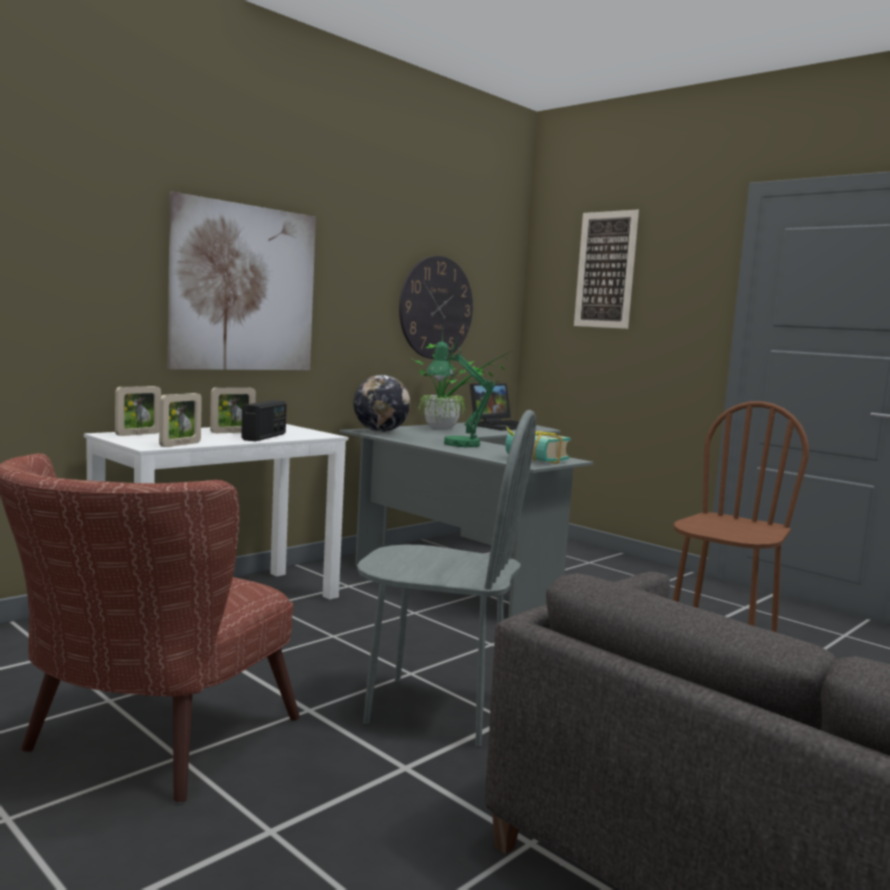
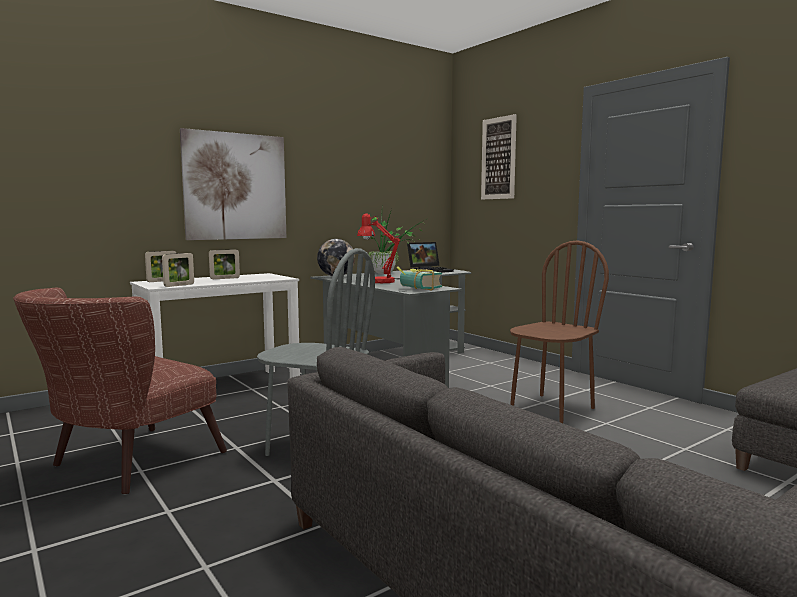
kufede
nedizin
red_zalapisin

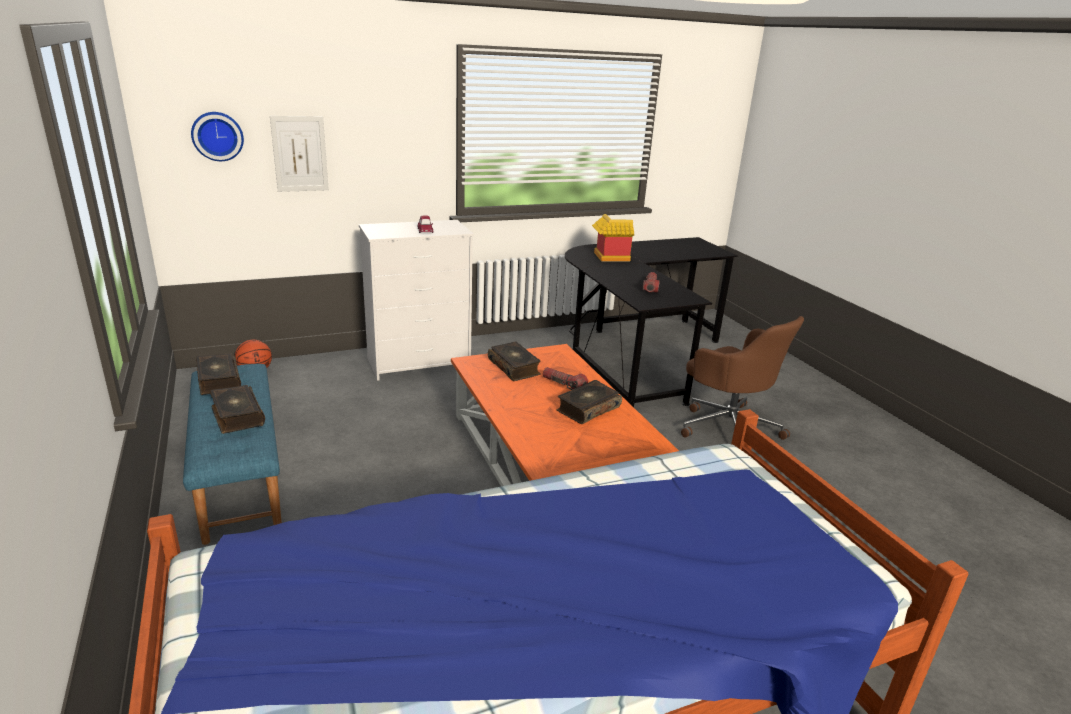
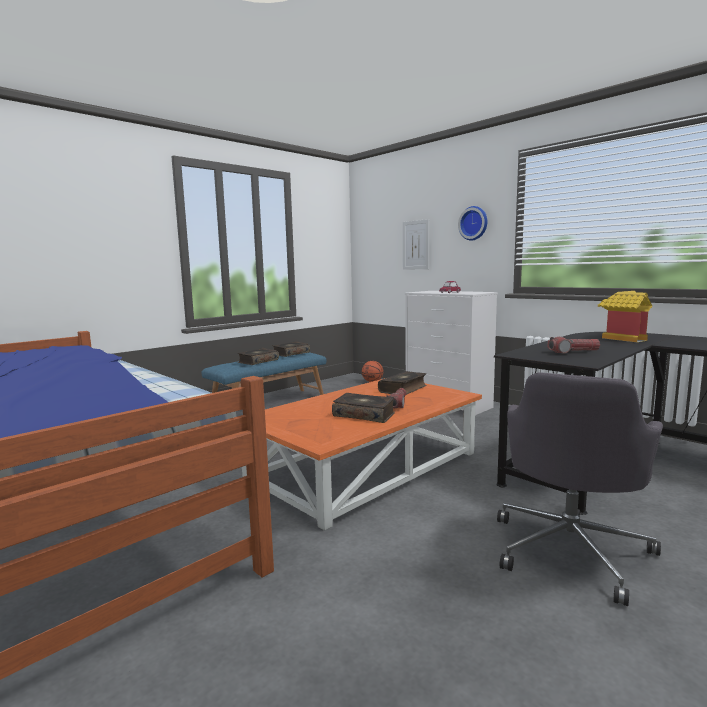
nedizin
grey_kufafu

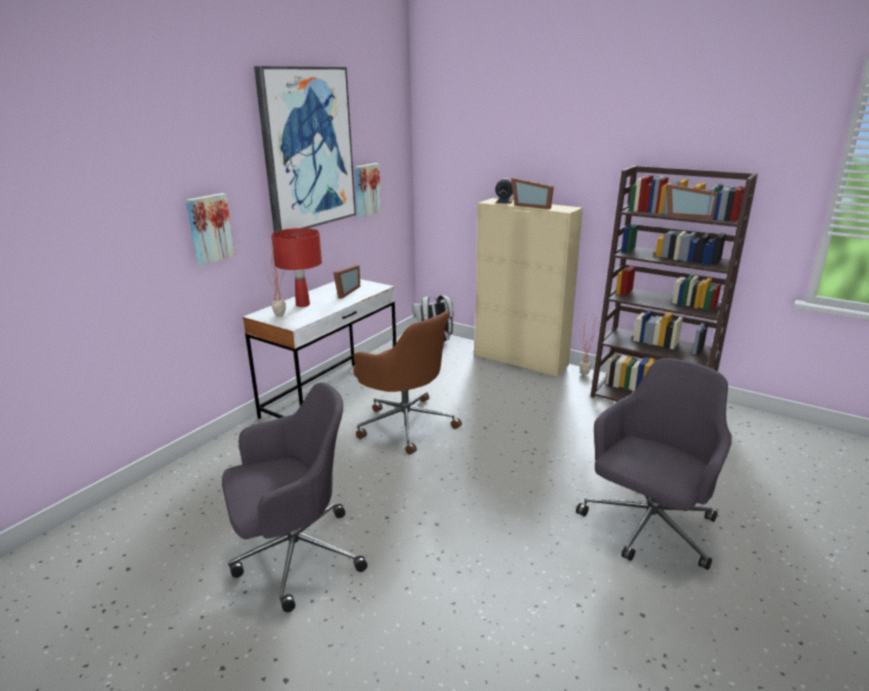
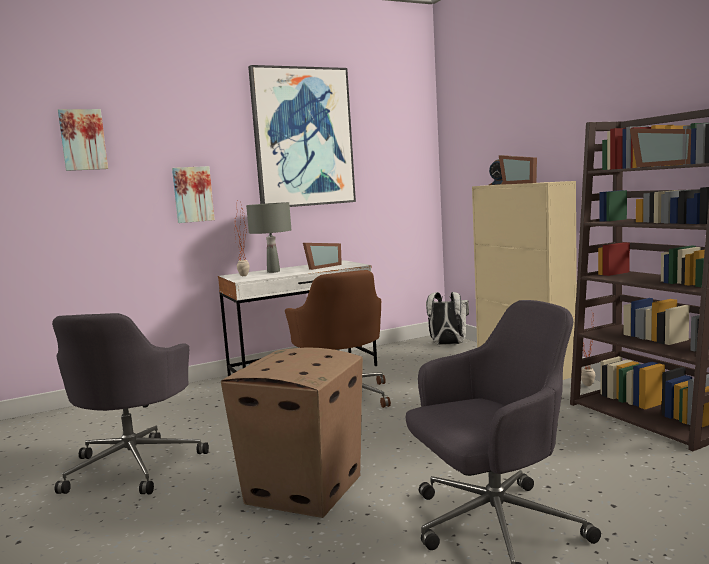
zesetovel
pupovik (1st from left)
grey_zalapisin
grey_kufafu (1st from left)

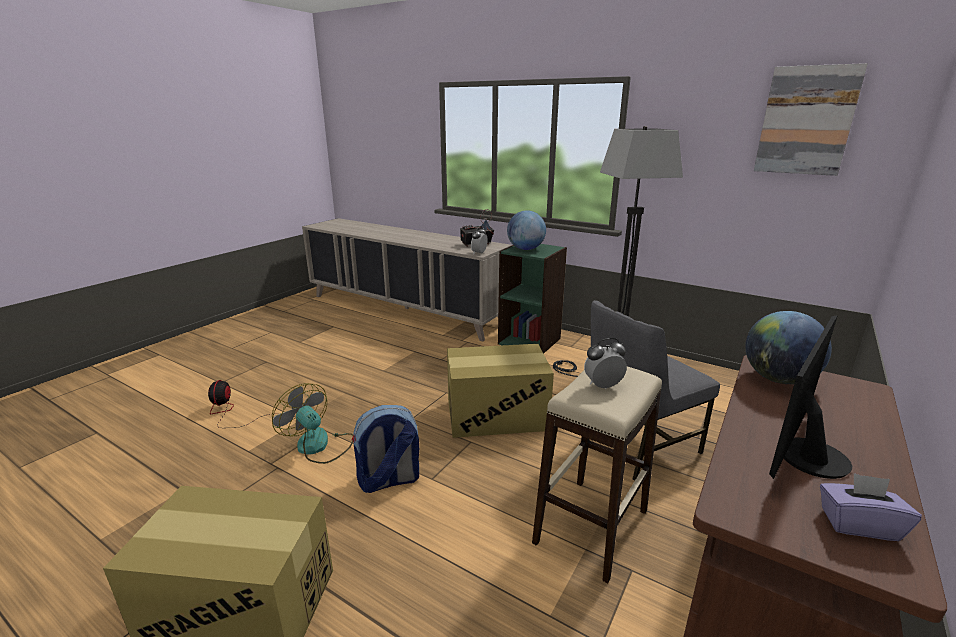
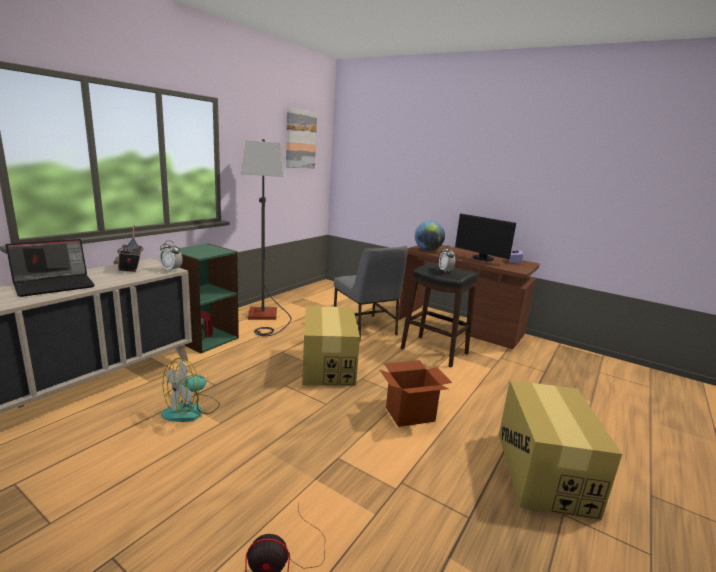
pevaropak (1st from left in the first image)
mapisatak
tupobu (1st from left)
zesetovel (2nd from left)
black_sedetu

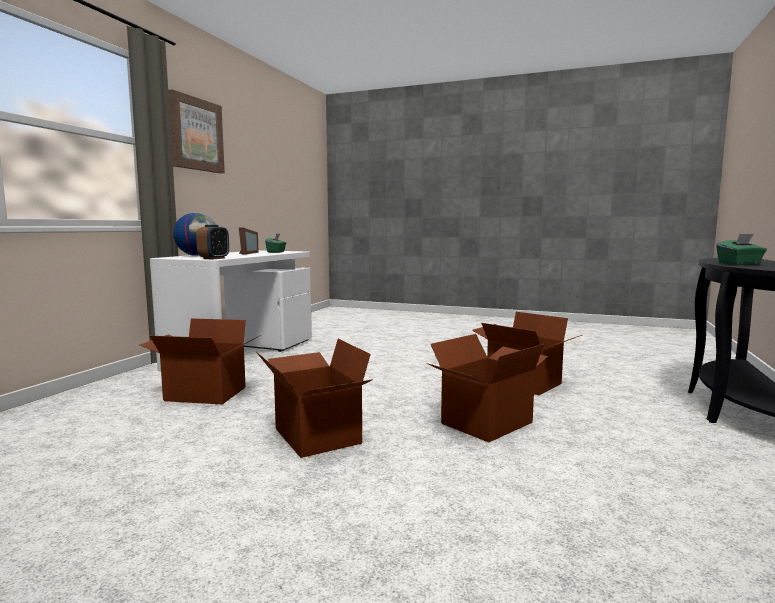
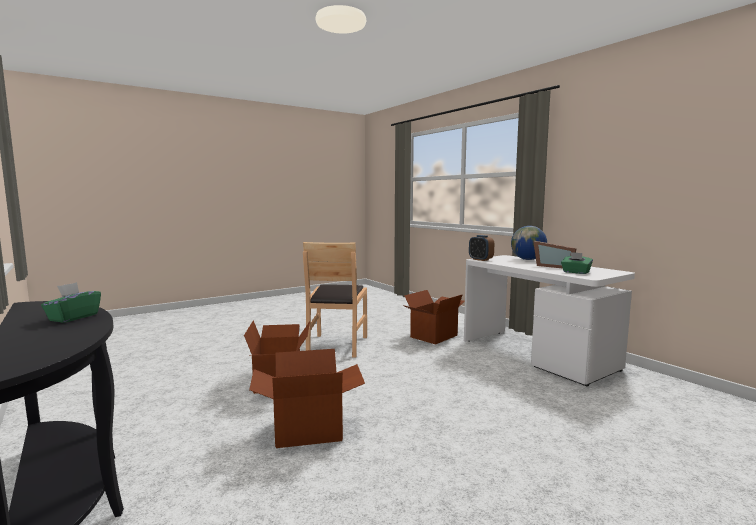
pupovik
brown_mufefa

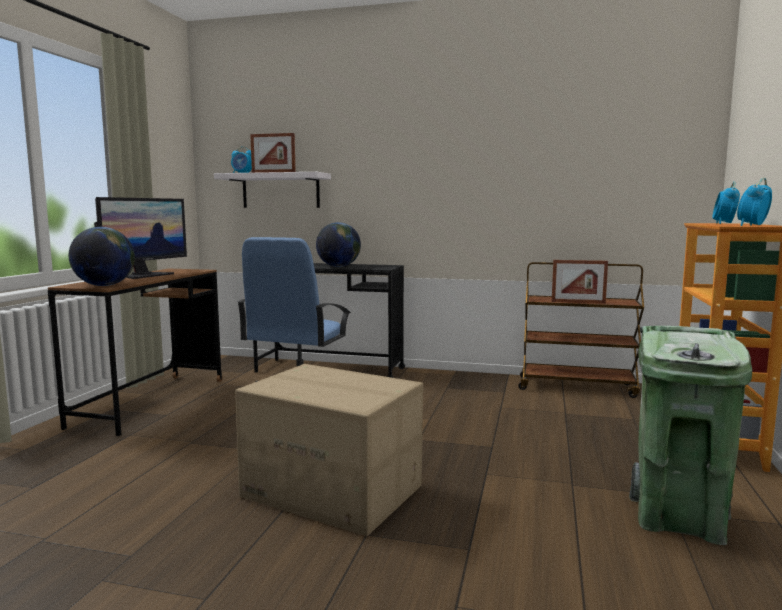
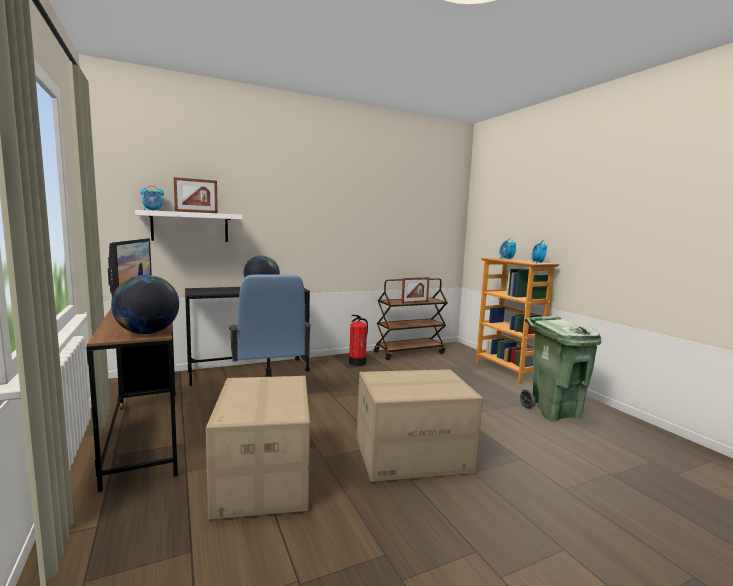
zesetovel (1st from left)
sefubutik

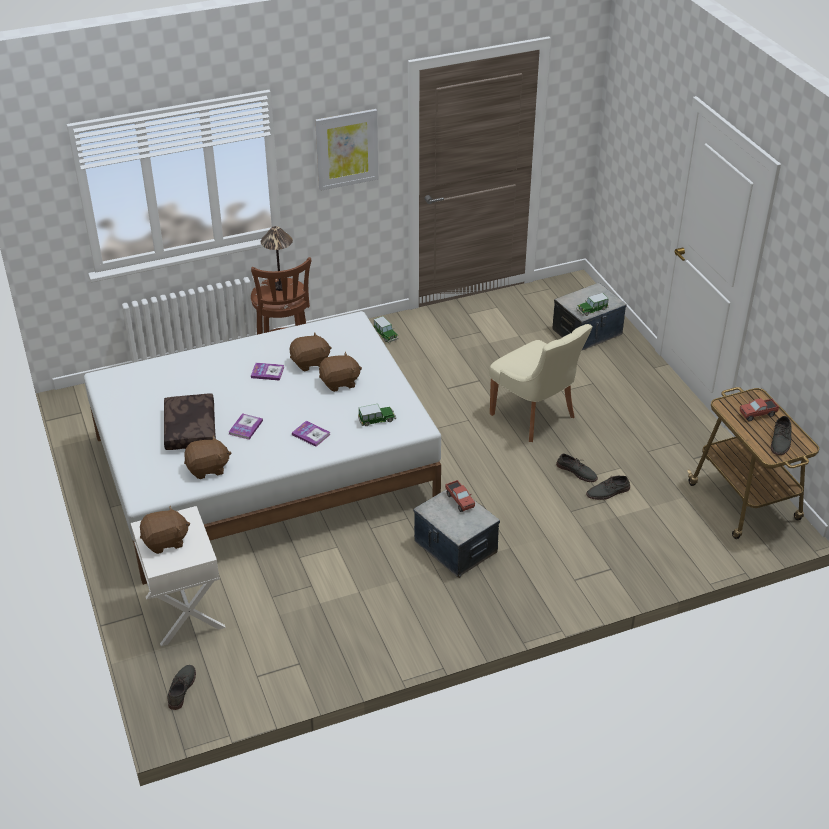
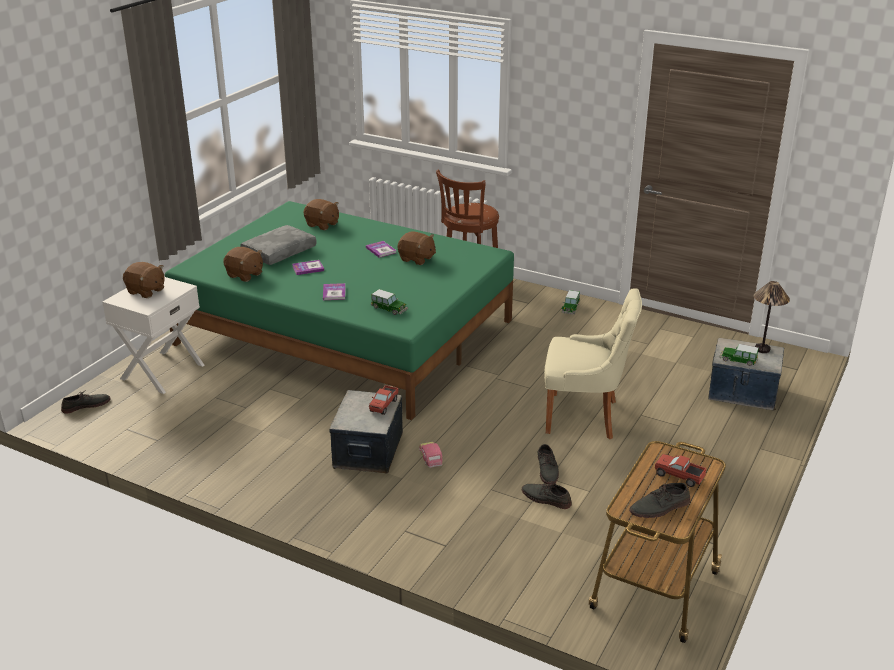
pupovik
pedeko (2nd from left)
zalapisin
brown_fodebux (3rd from left)
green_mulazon
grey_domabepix
beige_mufefa

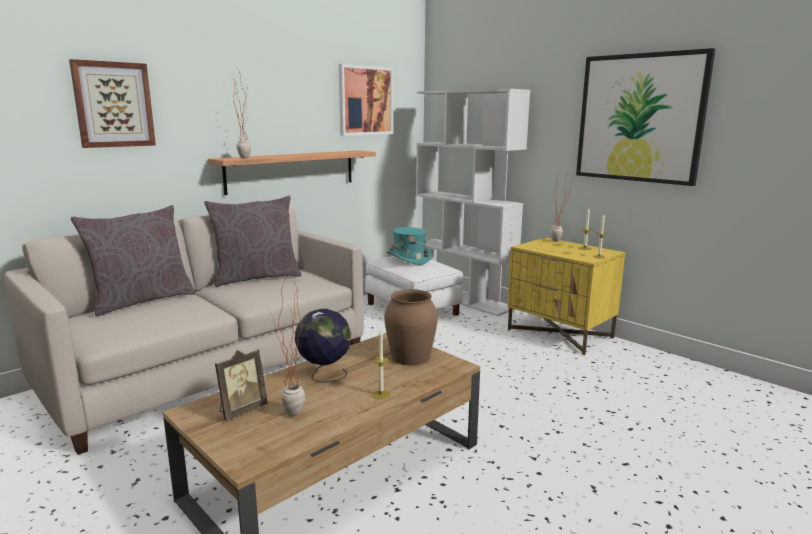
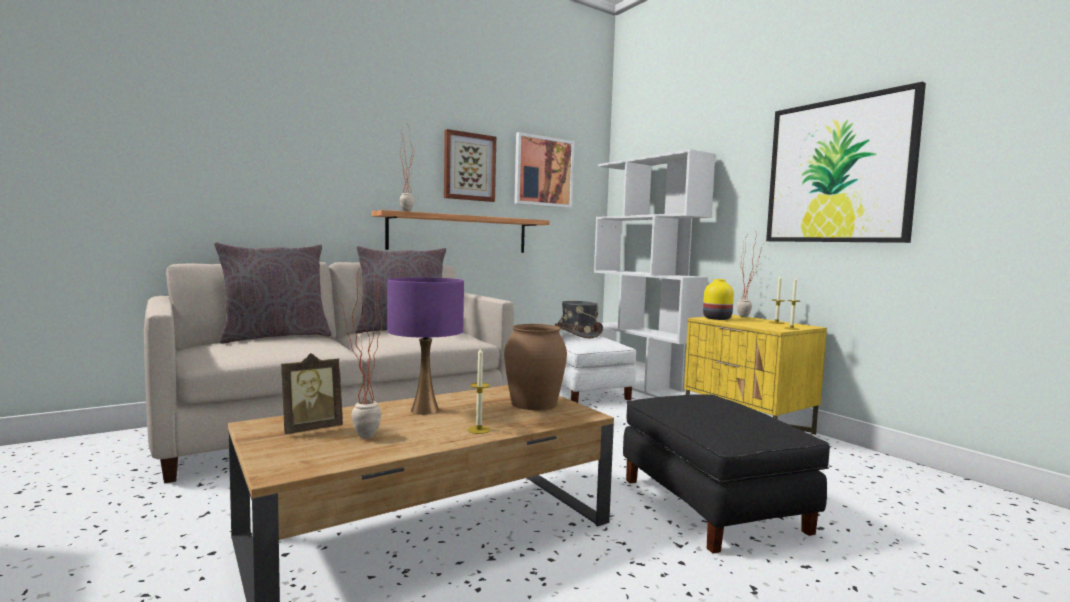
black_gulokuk
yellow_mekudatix
pupovik (1st from left)
purple_zalapisin
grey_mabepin

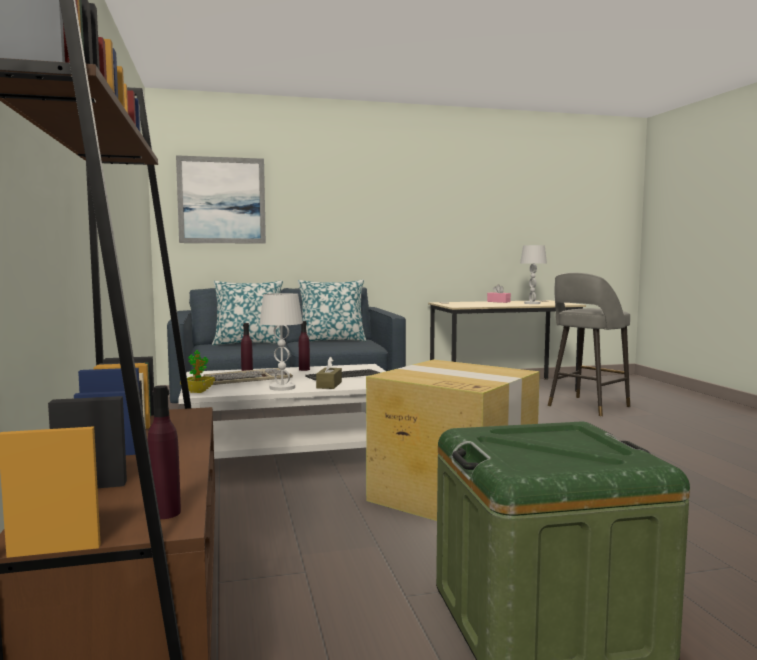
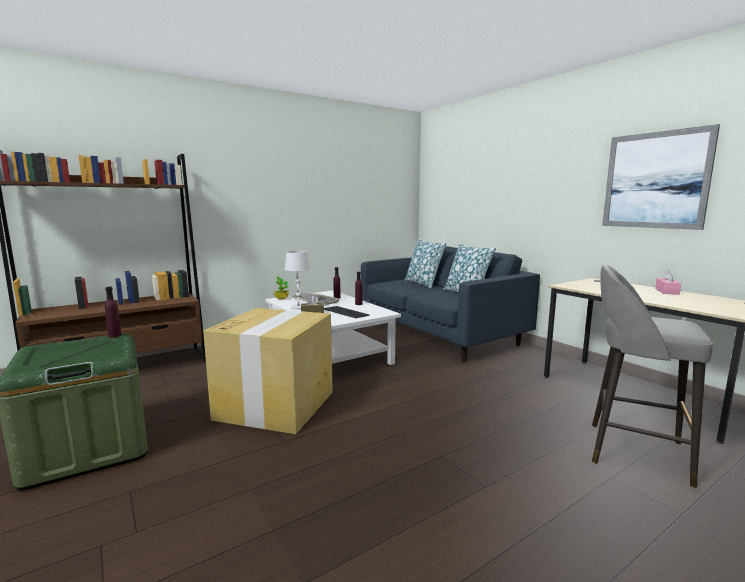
white_zalapisin (2nd from left in the first image)
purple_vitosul (1st from left)
pupovik

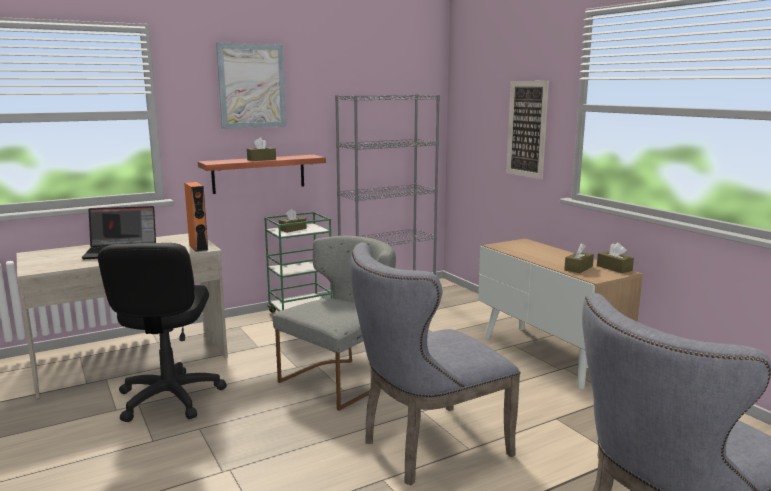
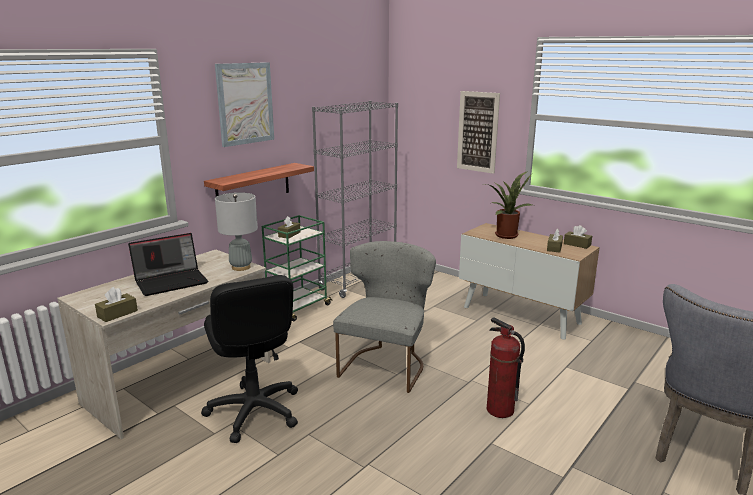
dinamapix
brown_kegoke (1st from left)
grey_zalapisin
sefubutik

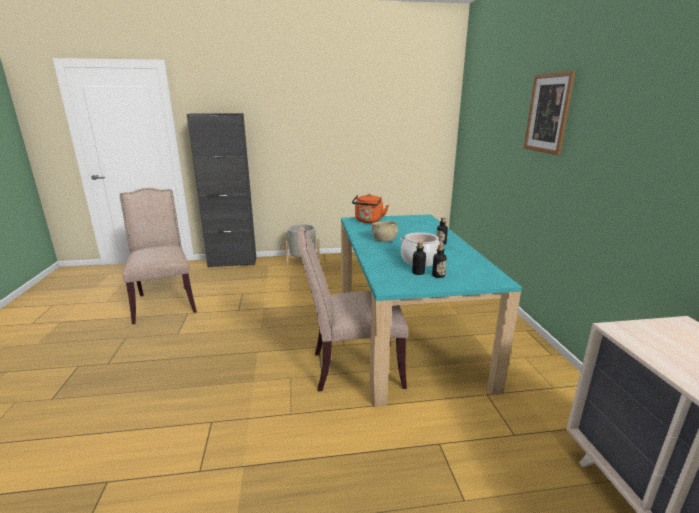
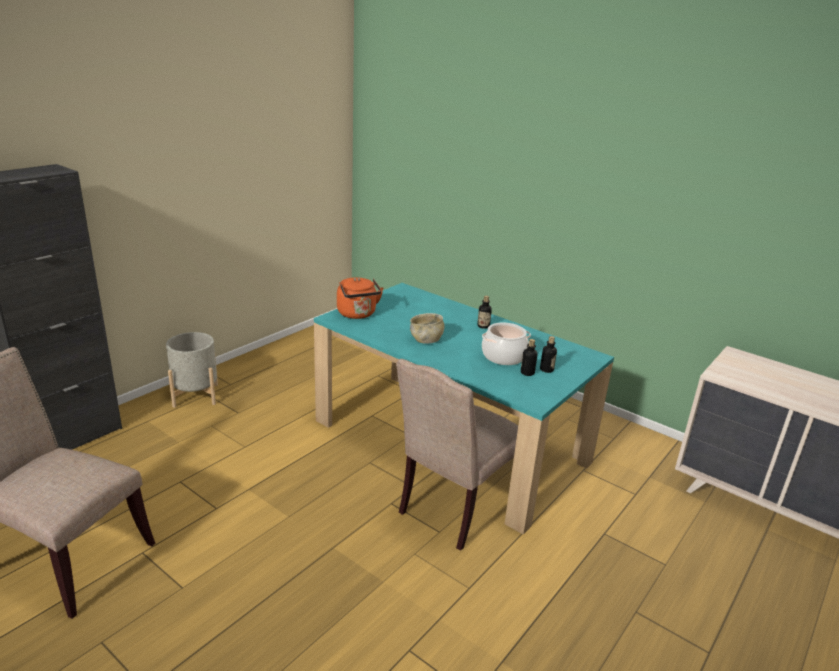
pupovik

